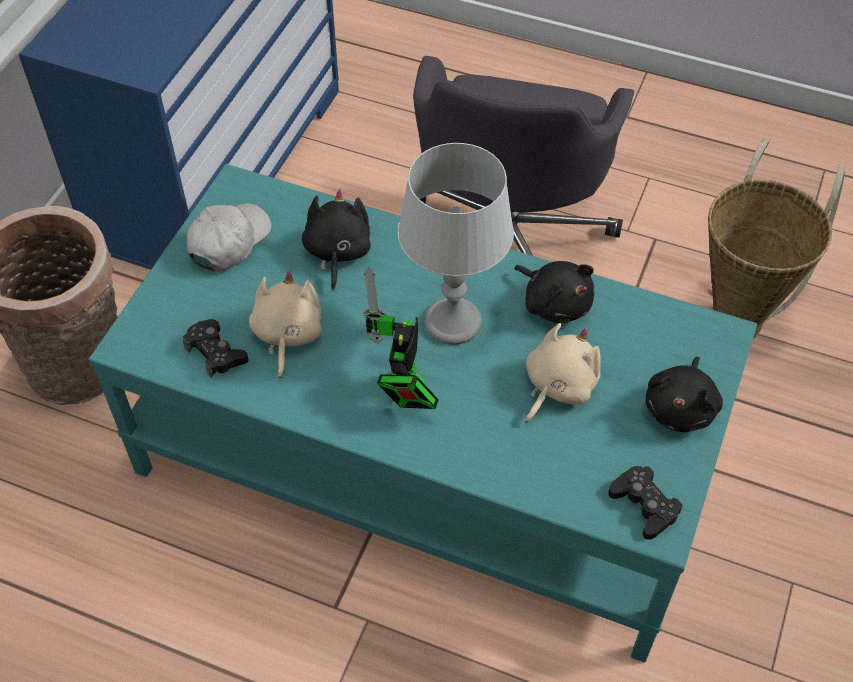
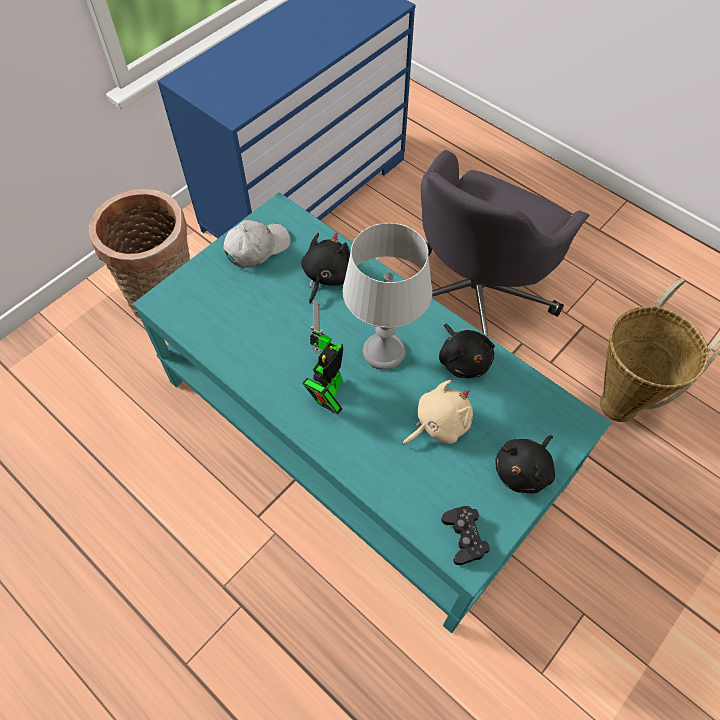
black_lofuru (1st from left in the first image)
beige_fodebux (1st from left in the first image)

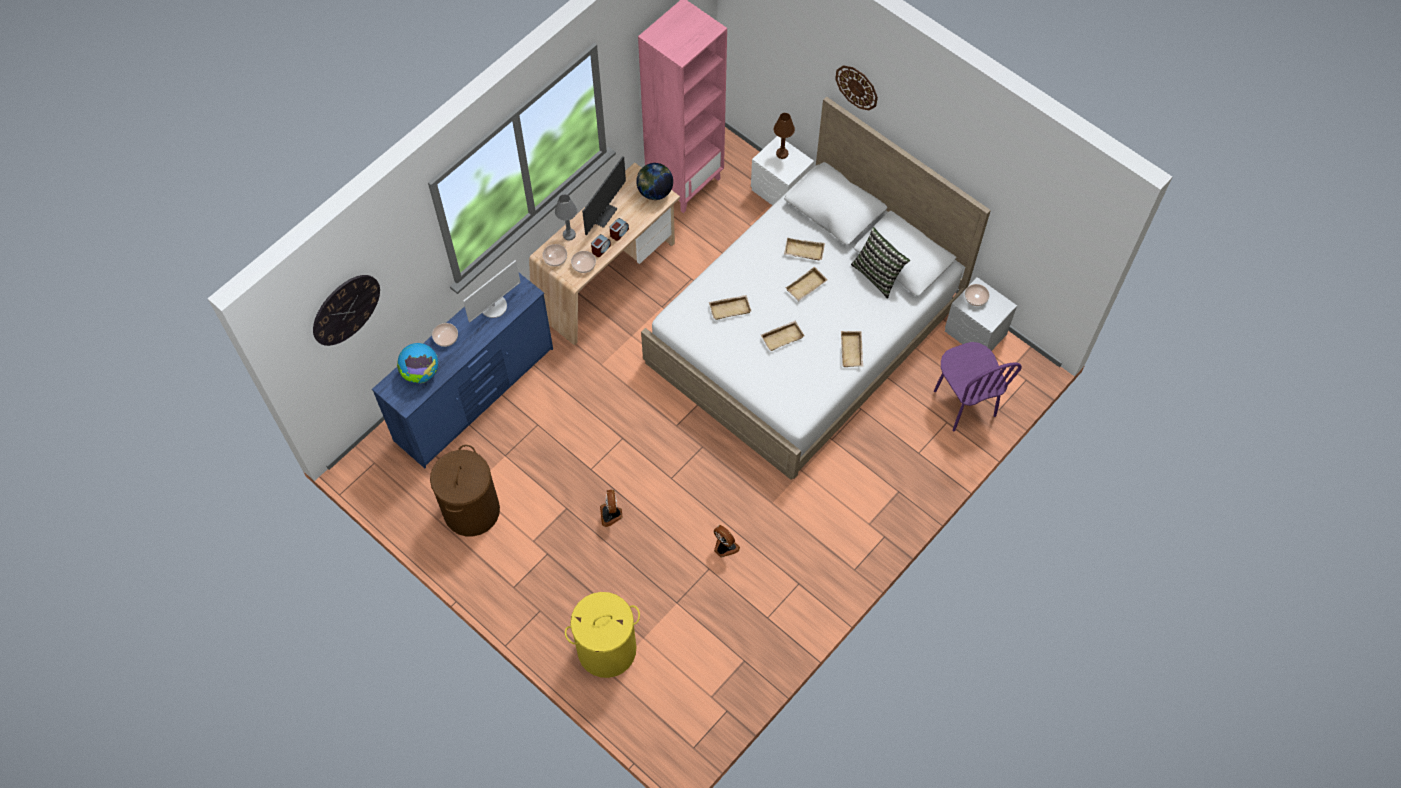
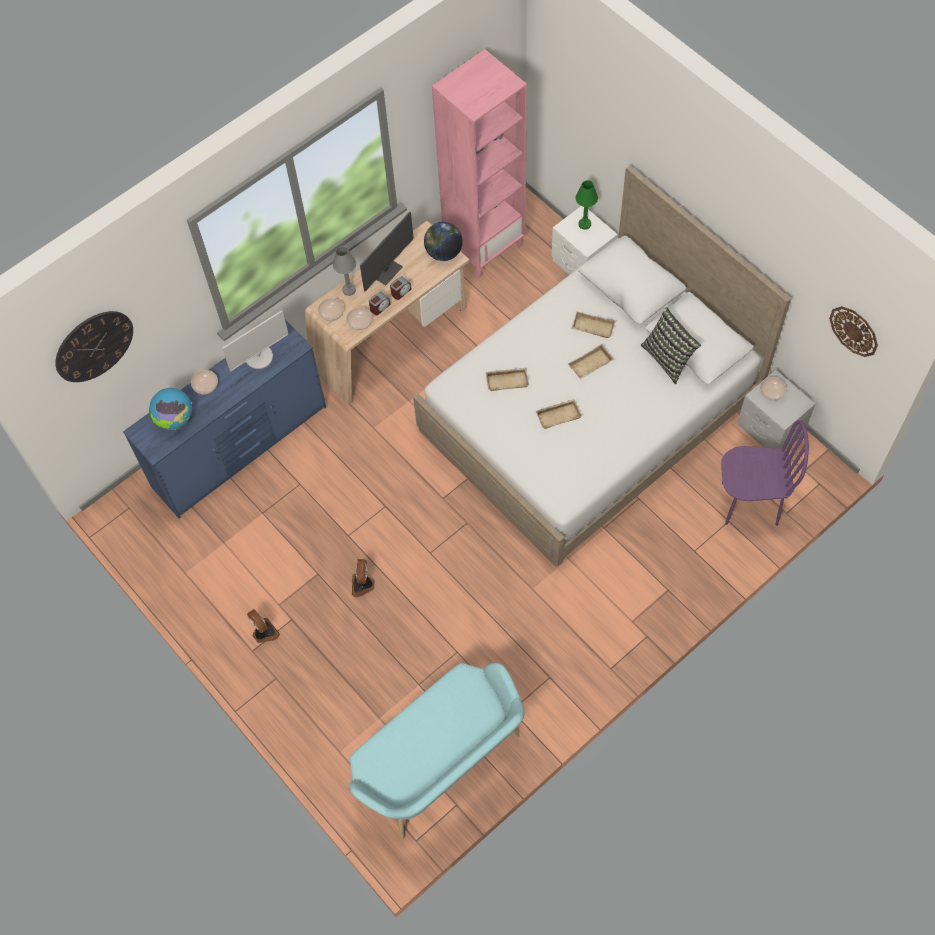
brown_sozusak
yellow_sozusak
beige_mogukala (5th from left in the first image)
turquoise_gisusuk
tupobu (1st from left)
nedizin (2nd from left)
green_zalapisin
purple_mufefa

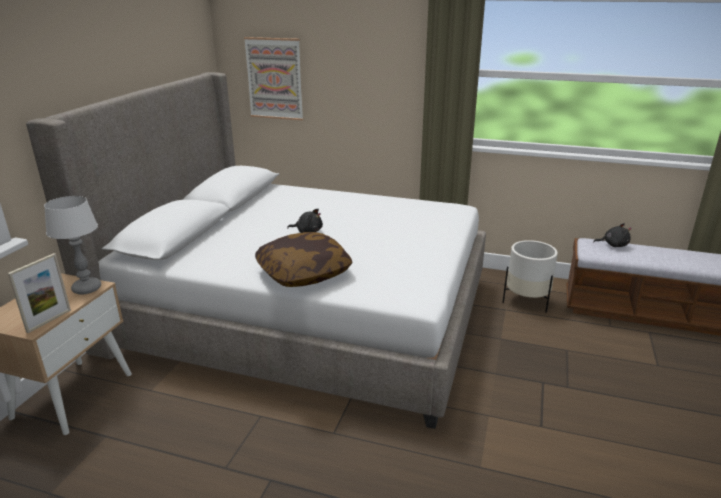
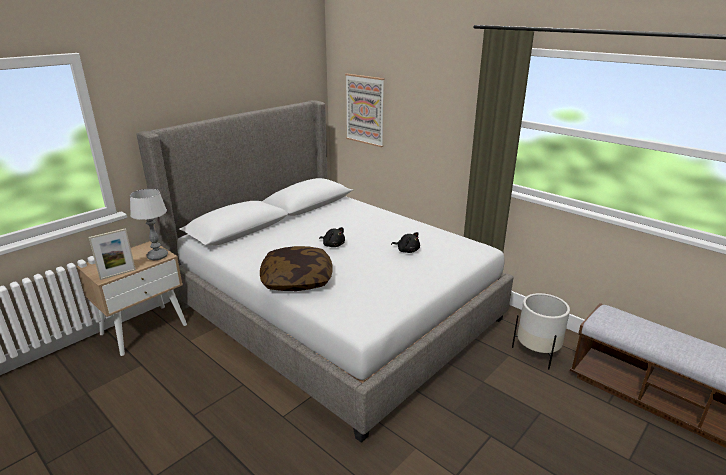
black_fodebux (2nd from left)

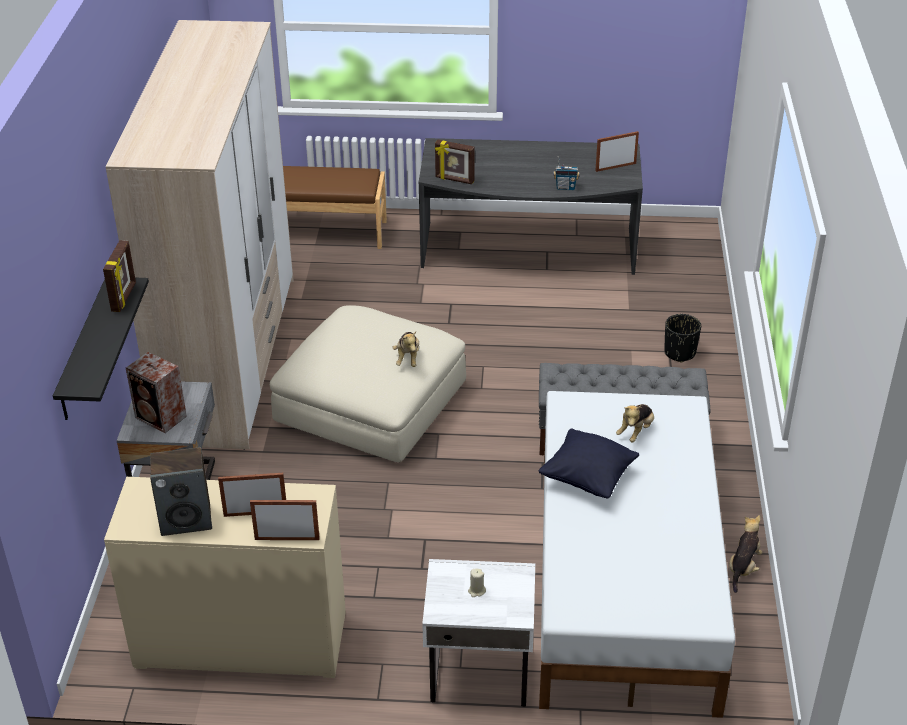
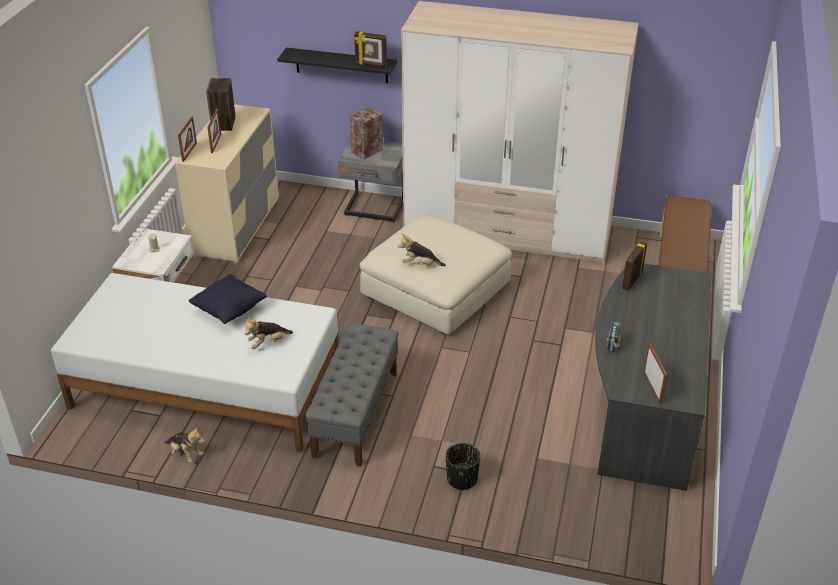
fodebux (2nd from left)

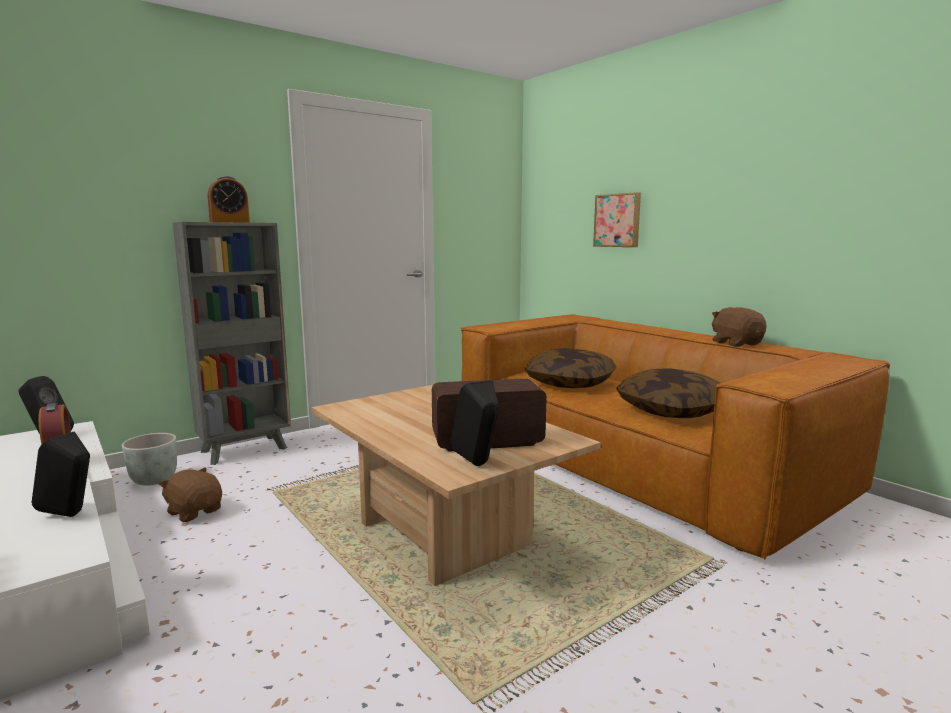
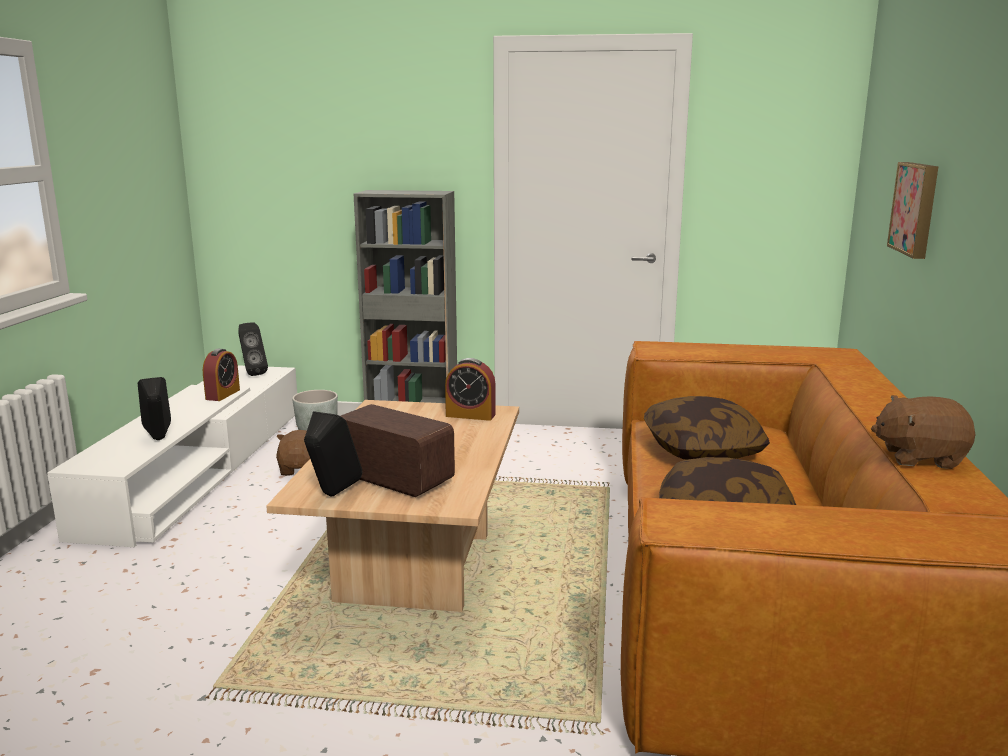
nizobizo (2nd from left)
brown_fodebux (2nd from left)

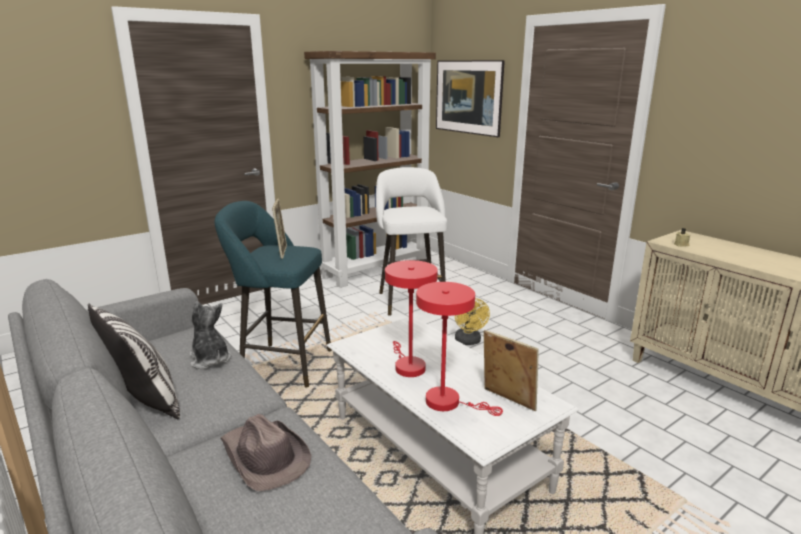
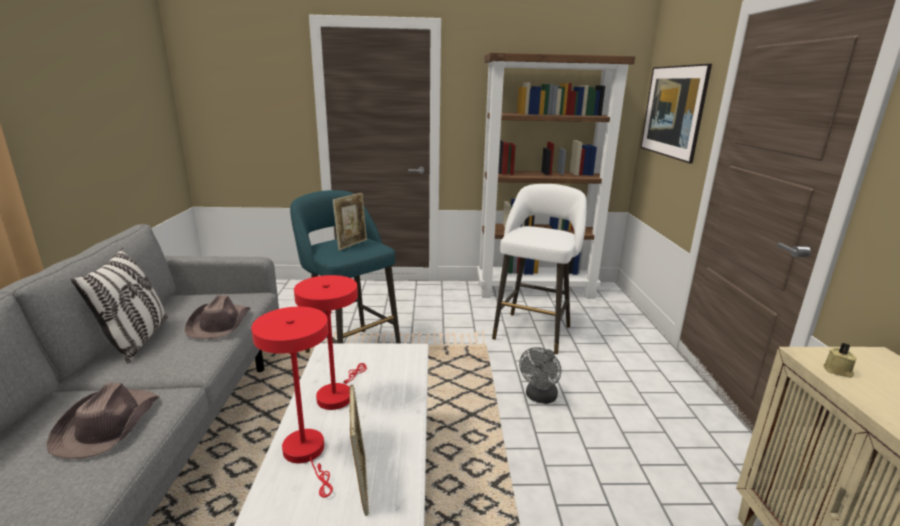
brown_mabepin (2nd from left)
grey_tupobu

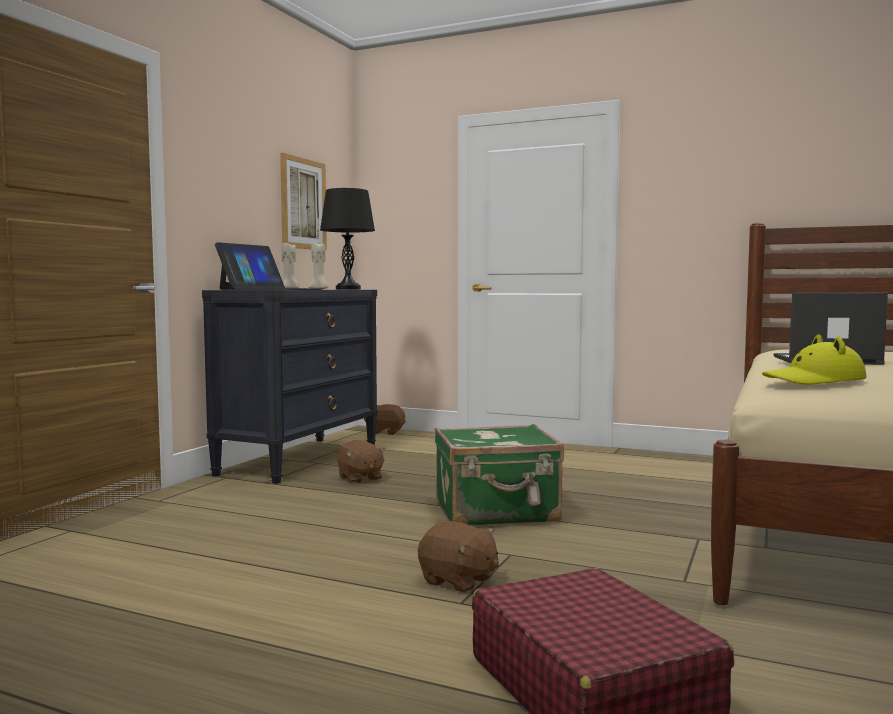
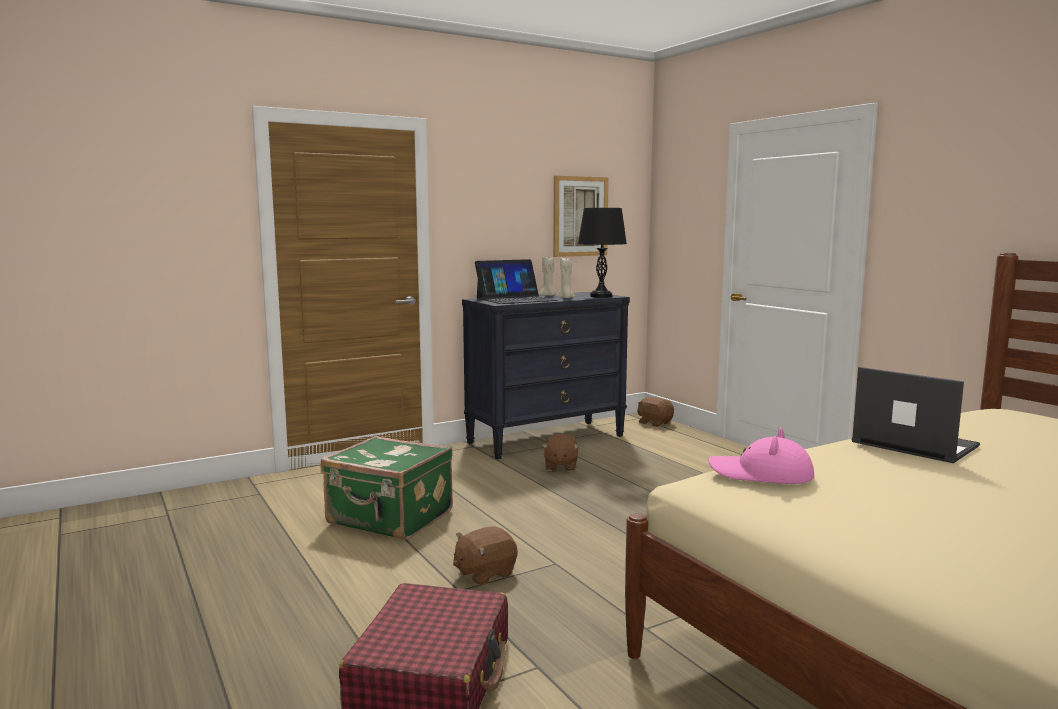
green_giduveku
pink_mabepin
brown_fodebux (1st from left)

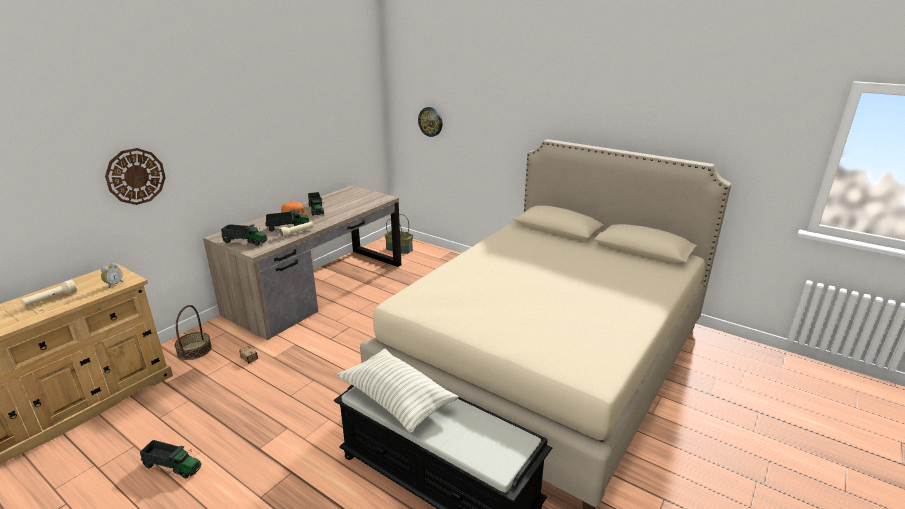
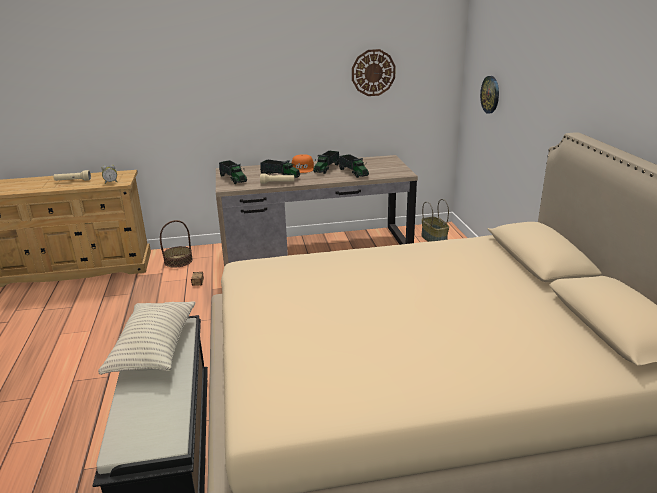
nedizin (1st from left)
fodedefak (4th from left)

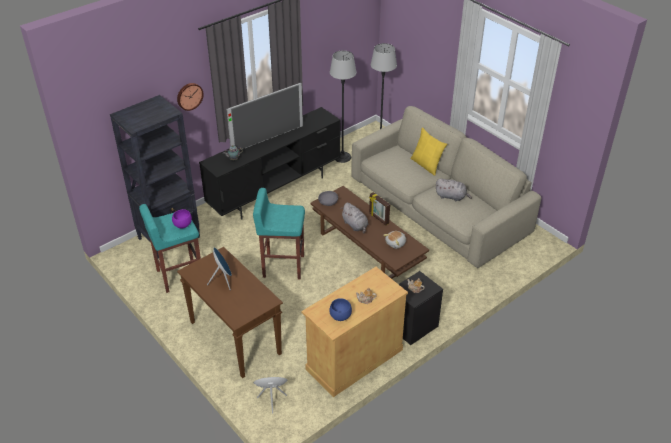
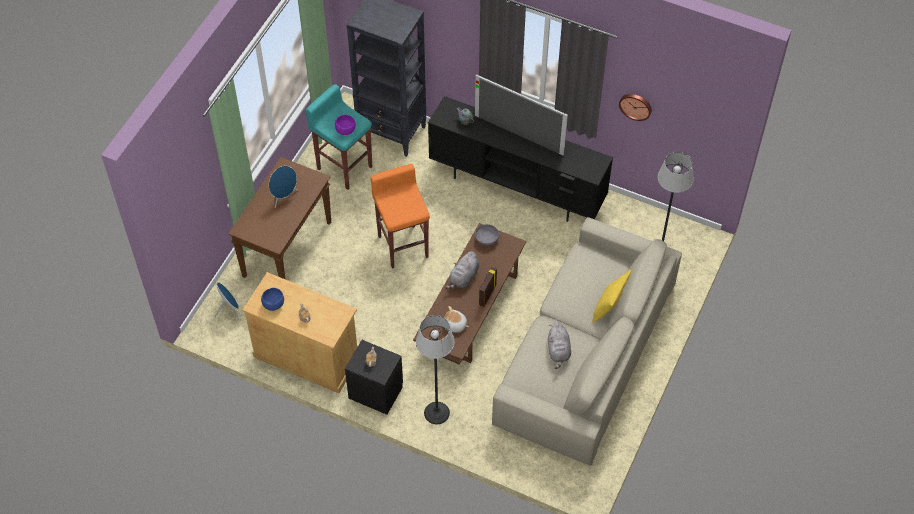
nedizin
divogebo (1st from left)
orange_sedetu

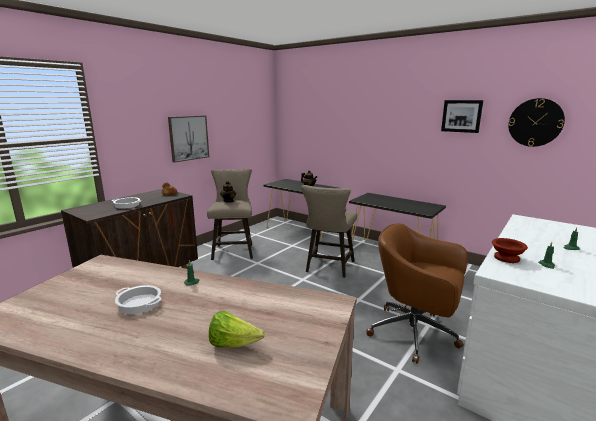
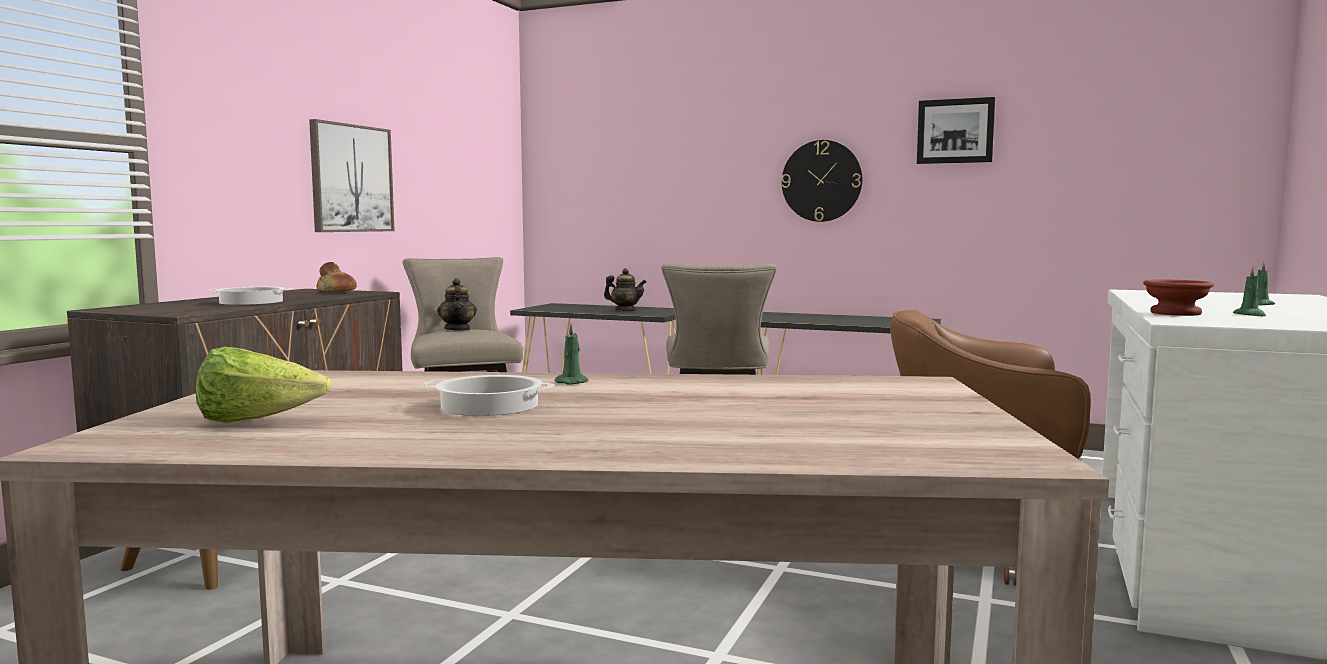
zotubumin
nedizin

